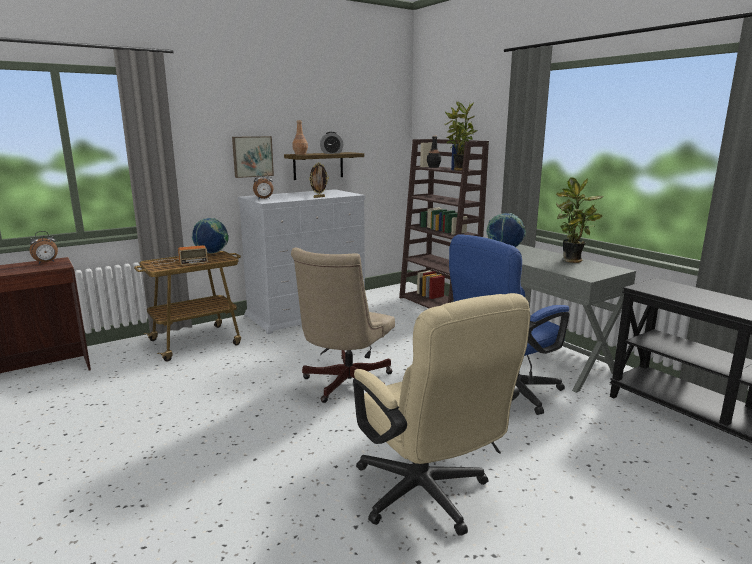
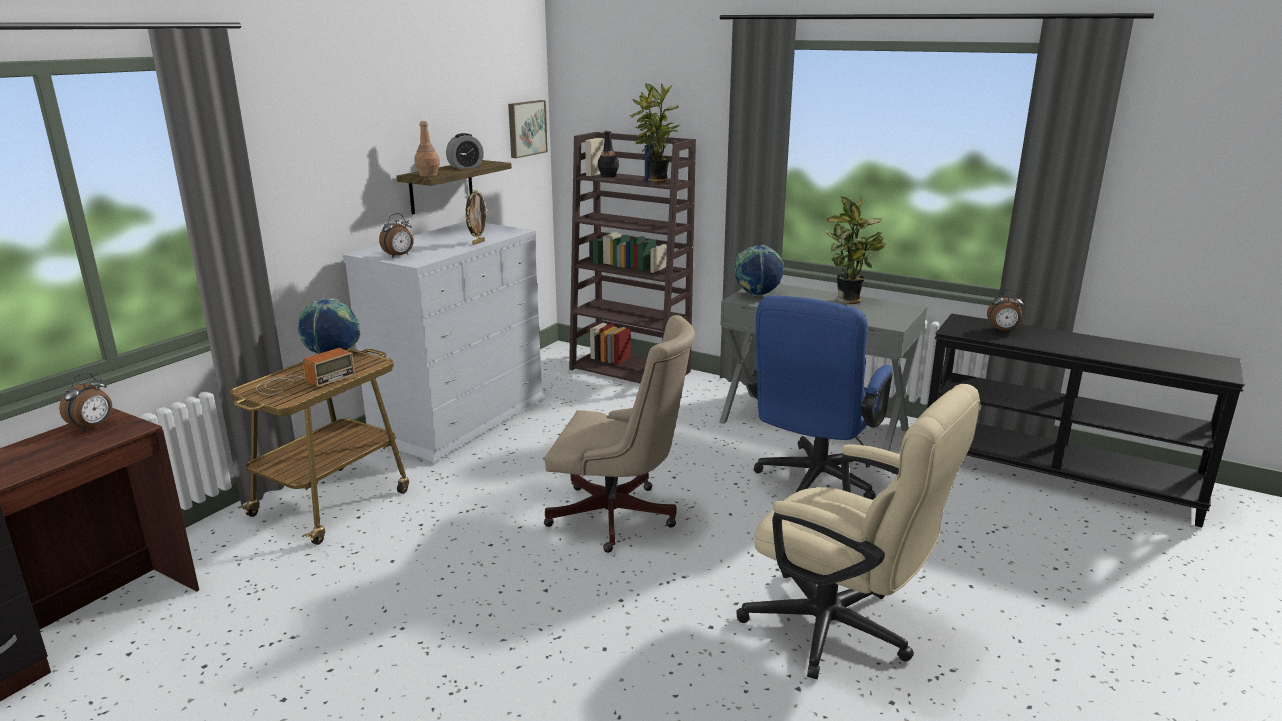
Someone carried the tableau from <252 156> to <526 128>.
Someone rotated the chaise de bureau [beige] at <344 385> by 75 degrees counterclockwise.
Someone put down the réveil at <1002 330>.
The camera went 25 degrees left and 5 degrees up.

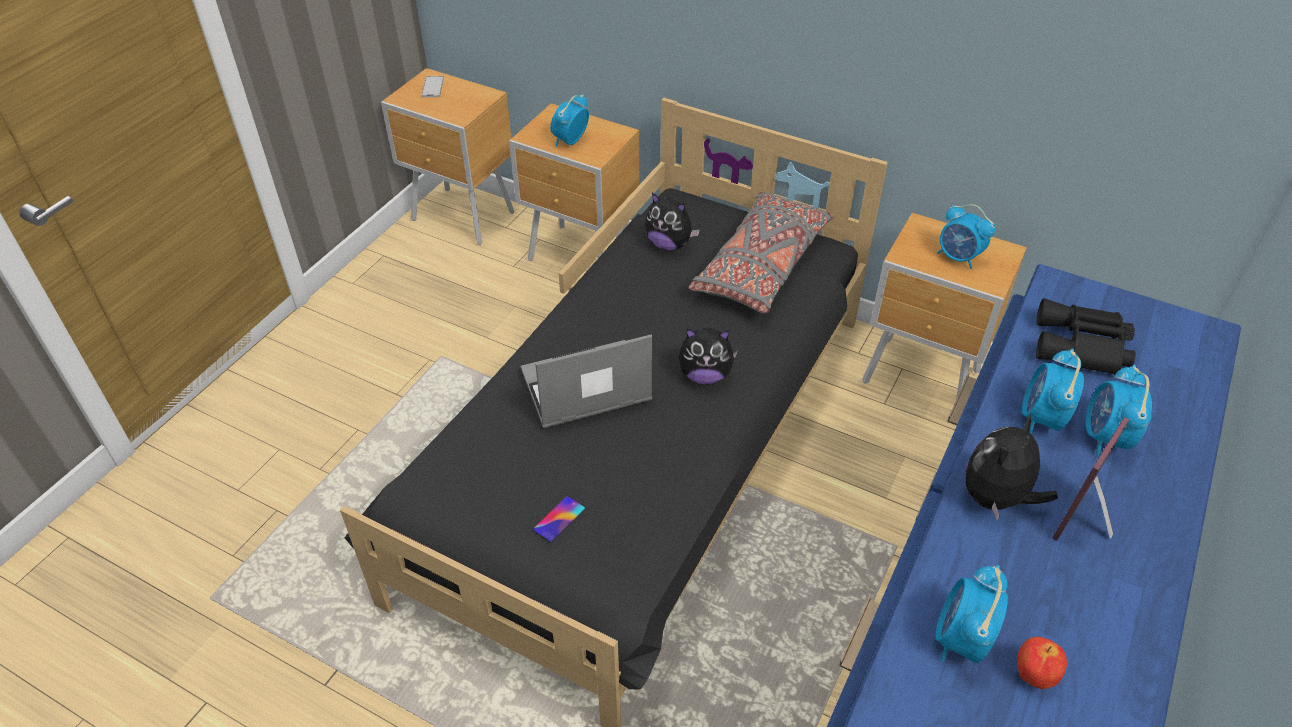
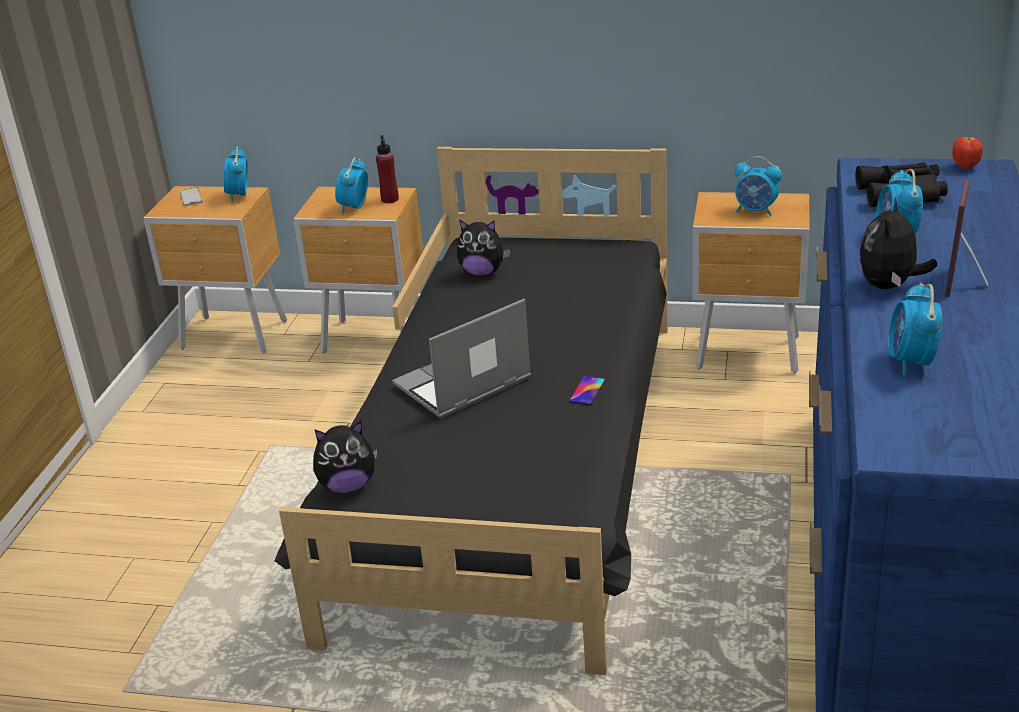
Someone took away the coussin [gris] at <761 266>.
Someone carried the peluche from <705 375> to <348 486>.
Someone carried the réveil from <1105 437> to <239 195>.
Someone carried the téléphone from <559 519> to <587 391>.
Someone carried the pomme from <1033 675> to <965 167>.
Someone put down the bouteille [rouge] at <390 199>.
The camera went 15 degrees left and 15 degrees down.

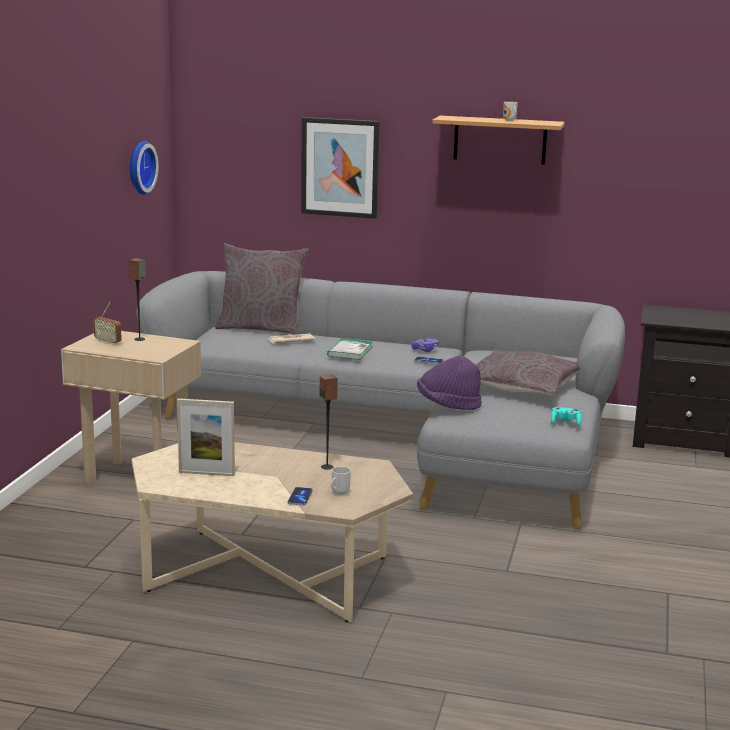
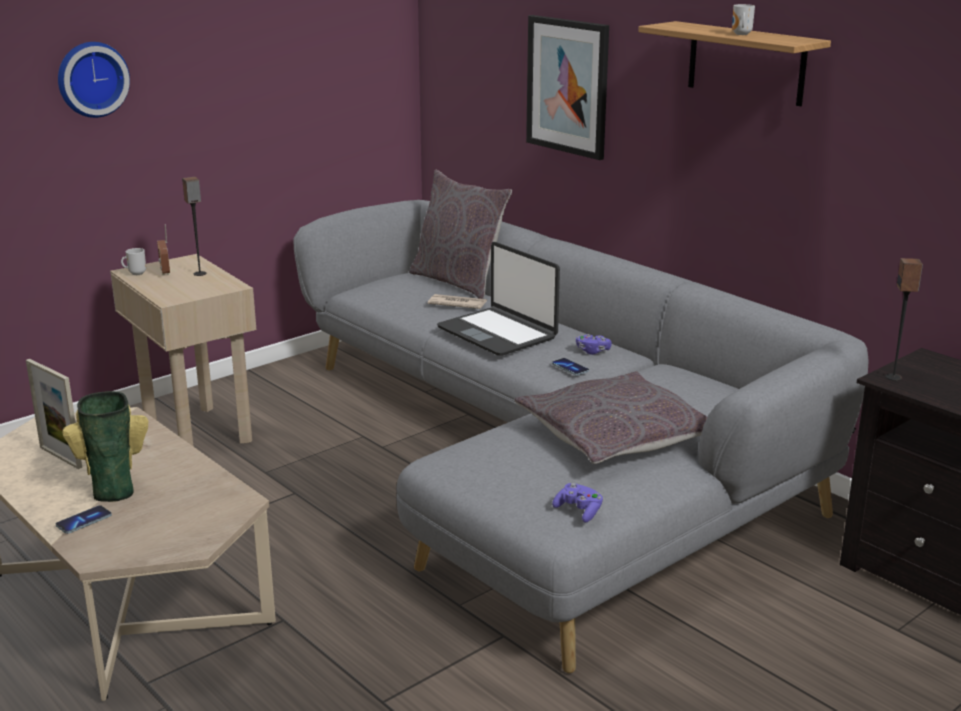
Someone carried the horloge murale from <139 167> to <91 79>.
Someone swapped the livre at <350 351> for the ordinateur portable at <498 333>.
Someone took away the chapeau [violet] at <448 405>.
Someone carried the enceinte from <327 467> to <894 377>.
Someone repainted the manette [turquoise] at <565 423>, which became the manette [violet] at <579 511>.
Someone carried the mug from <339 493> to <136 273>.
Someone put down the vase at <114 489>.
The camera went 35 degrees right and 5 degrees up.

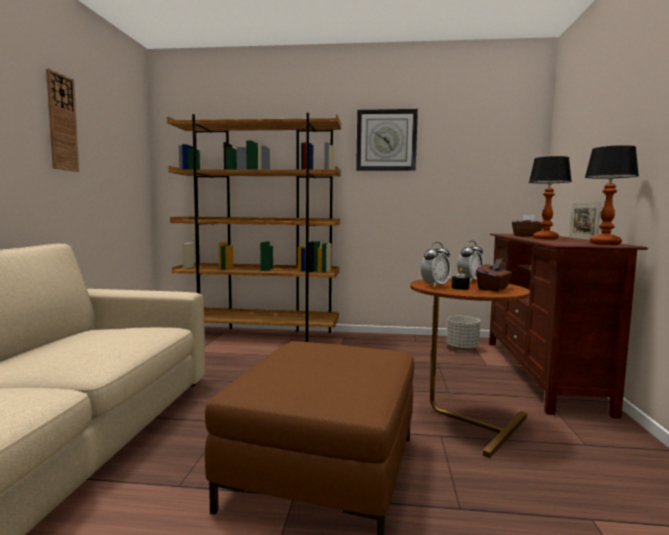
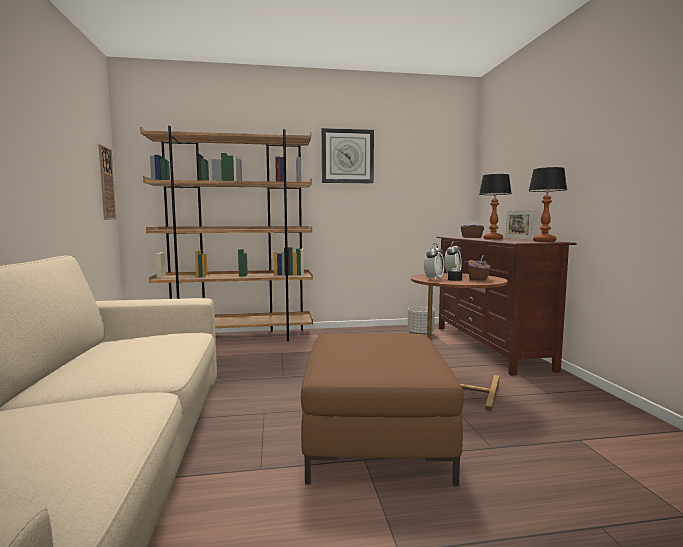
Someone carried the horloge murale from <62 122> to <106 183>.
The camera went 15 degrees left and 0 degrees up.

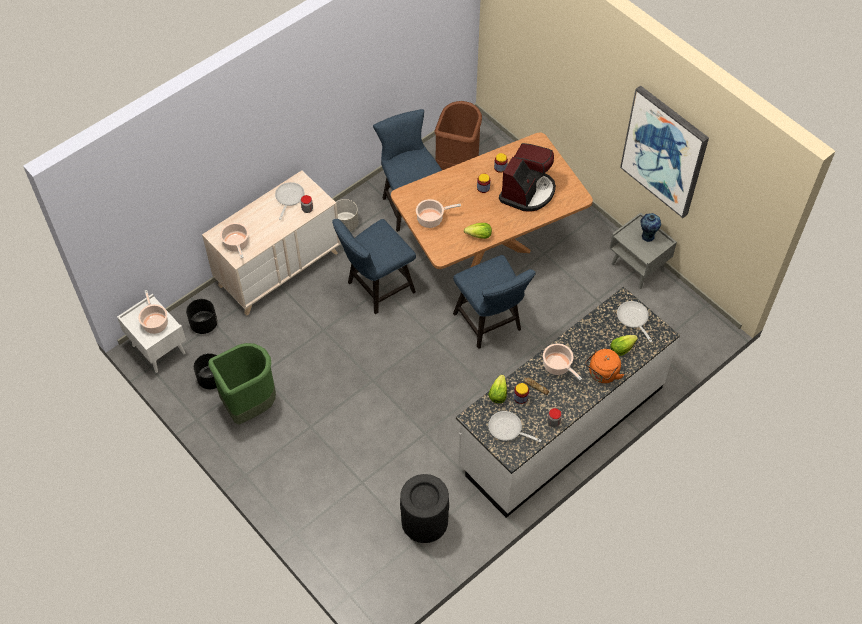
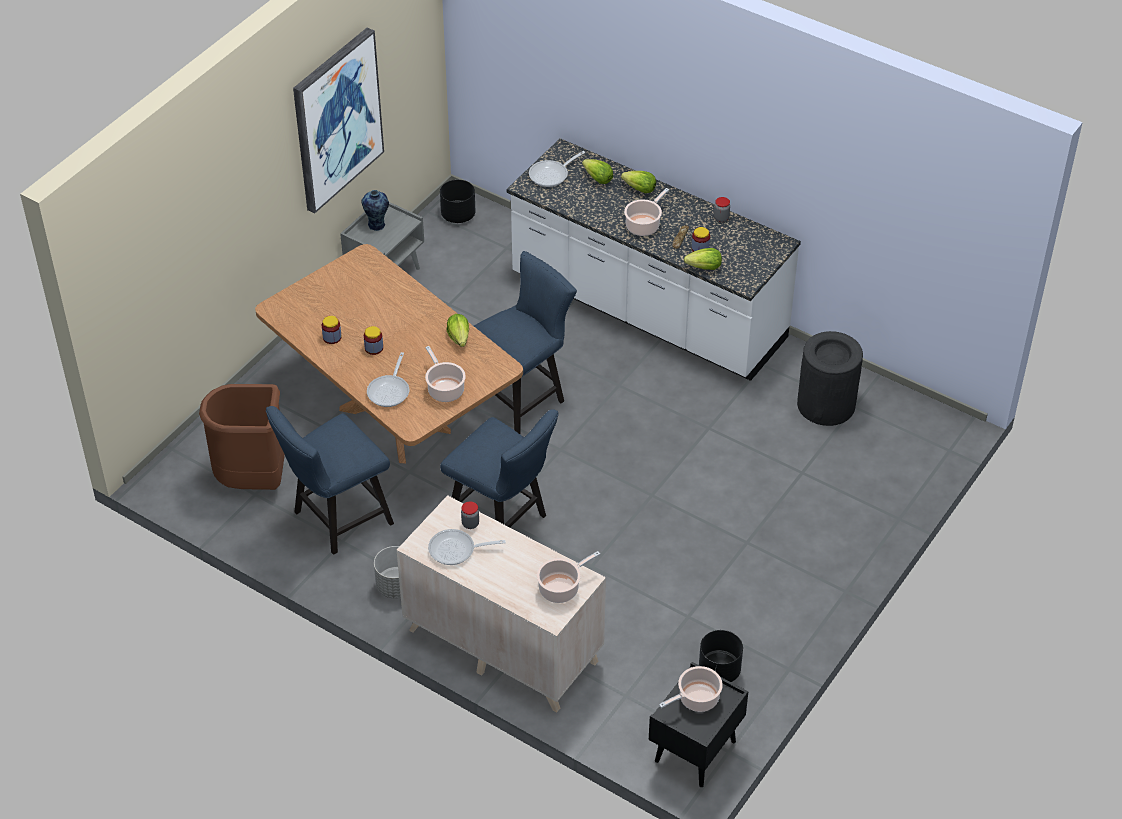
Someone took away the machine à café at <527 192>.
Someone repainted the table de chevet [blanc] at <158 349>, which became the table de chevet [noir] at <695 752>.
Someone carried the cache-pot [noir] from <204 324> to <458 215>.
Someone took away the poubelle [vert] at <249 406>.
Someone swapped the bouilloire [orange] at <602 374> for the laitue at <640 189>.
Someone carried the poêle from <508 429> to <390 390>.
The camera went 105 degrees left and 10 degrees down.

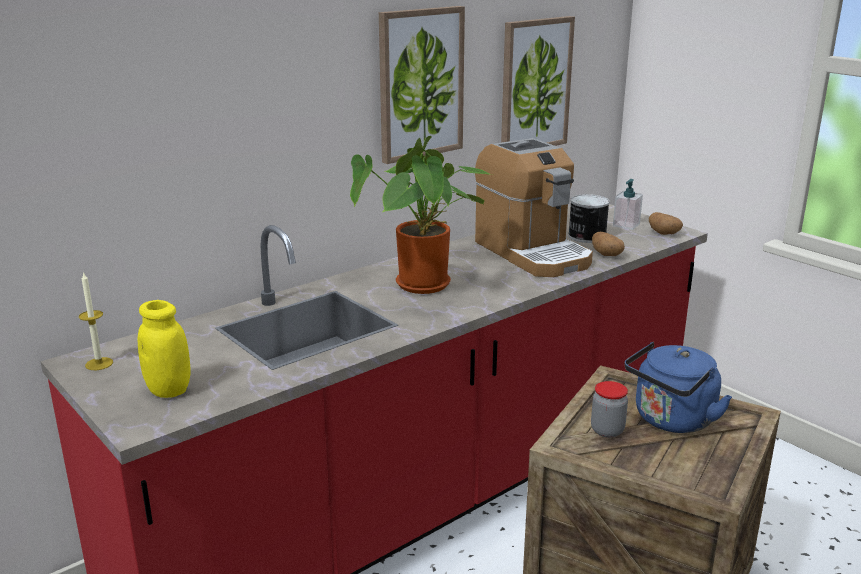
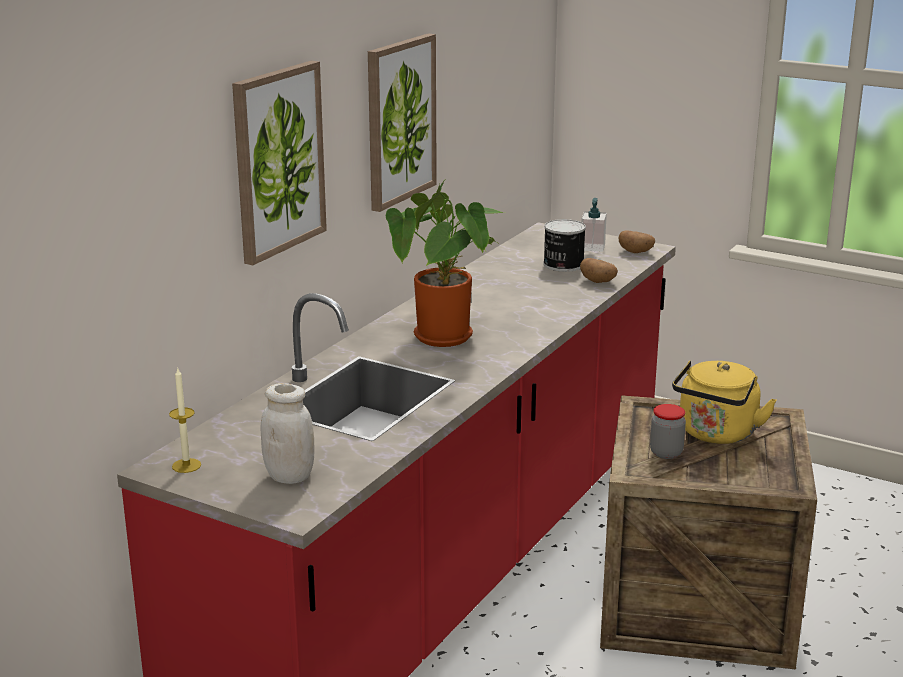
Someone carried the tableau from <534 85> to <277 160>.
Someone took away the machine à café at <532 253>.
Someone repainted the bocal [jaune] at <169 390>, which became the bocal [blanc] at <289 476>.
Someone repainted the bouilloire [bleu] at <671 421>, which became the bouilloire [jaune] at <716 434>.
The camera went 20 degrees left and 0 degrees up.

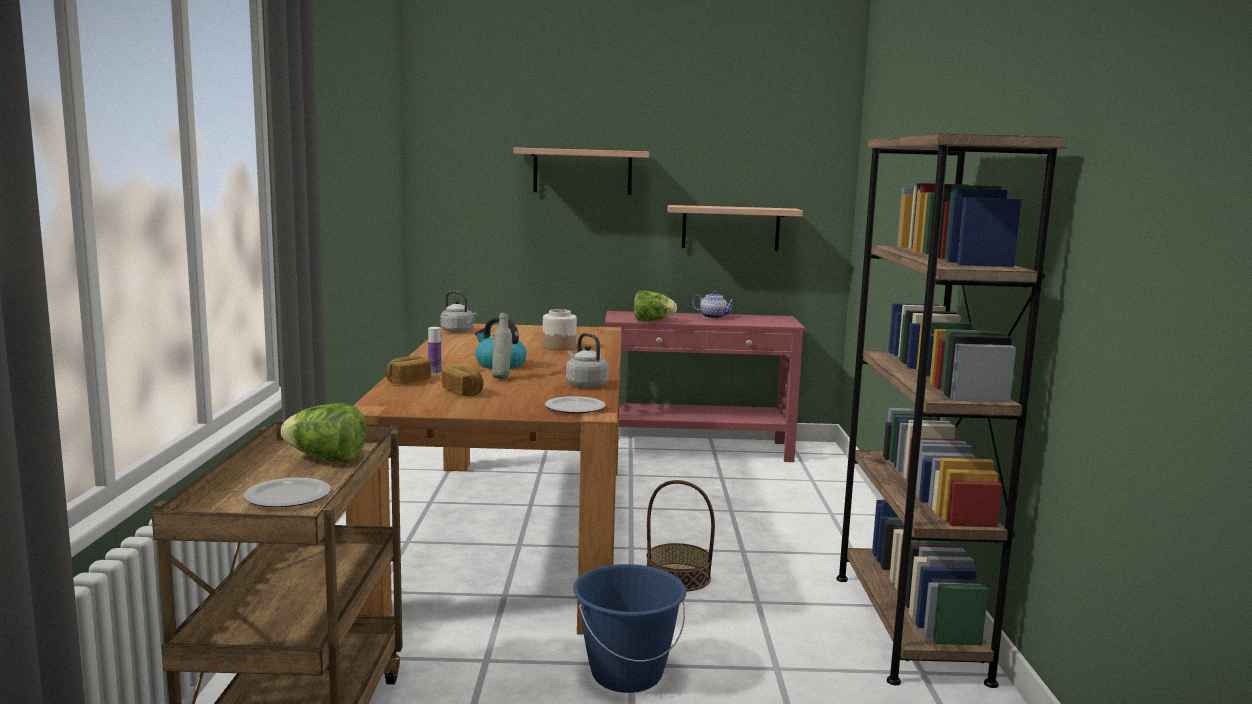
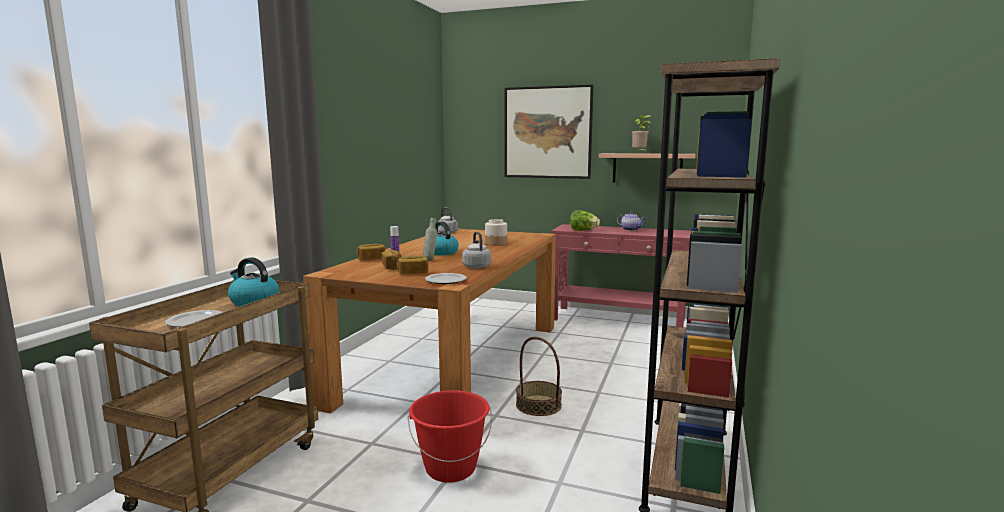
Someone swapped the étagère at <582 171> for the tableau at <547 132>.
Someone swapped the laitue at <326 459> for the bouilloire at <253 301>.
Someone repainted the seau [bleu] at <626 674>, which became the seau [rouge] at <450 468>.
Someone put down the plante en pot at <639 153>.
Someone put down the pain at <413 273>.
The camera went 20 degrees right and 0 degrees up.

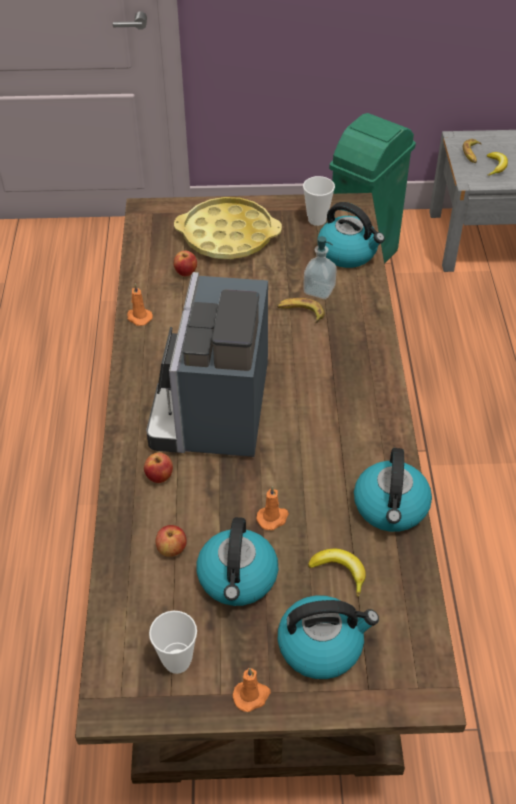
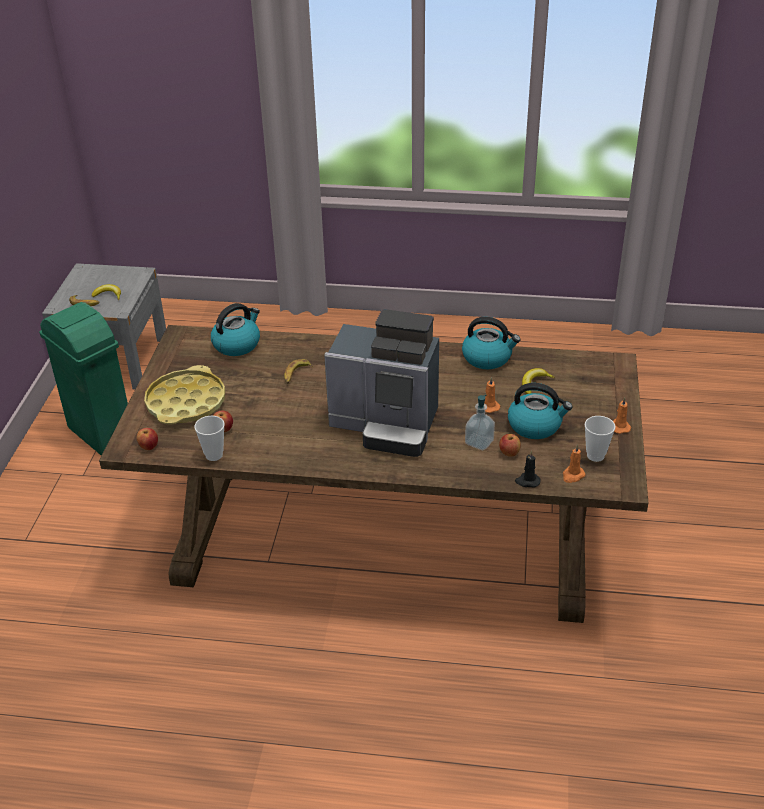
Someone carried the tasse from <317 220> to <214 455>.
Someone carried the distributeur de savon from <319 290> to <479 442>.
Someone carried the bougie [orange] from <138 317> to <572 475>.
Someone carried the pomme from <160 476> to <149 447>.
Someone took away the bouilloire at <321 645>.
Someone put down the bougie [noir] at <527 481>.
The camera went 80 degrees left and 10 degrees down.

